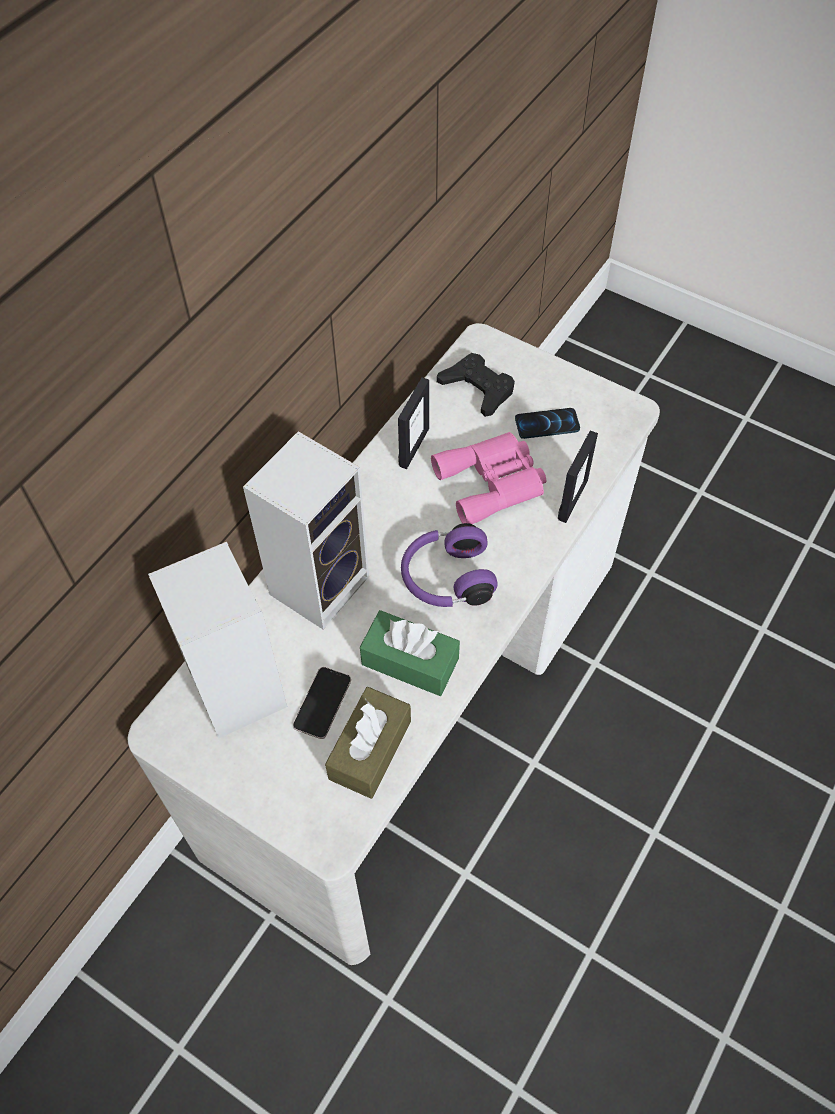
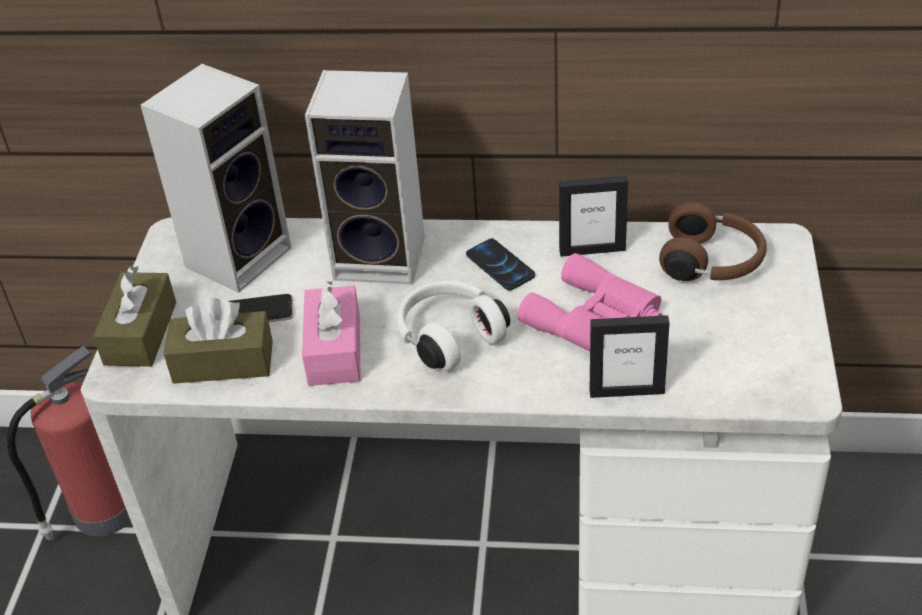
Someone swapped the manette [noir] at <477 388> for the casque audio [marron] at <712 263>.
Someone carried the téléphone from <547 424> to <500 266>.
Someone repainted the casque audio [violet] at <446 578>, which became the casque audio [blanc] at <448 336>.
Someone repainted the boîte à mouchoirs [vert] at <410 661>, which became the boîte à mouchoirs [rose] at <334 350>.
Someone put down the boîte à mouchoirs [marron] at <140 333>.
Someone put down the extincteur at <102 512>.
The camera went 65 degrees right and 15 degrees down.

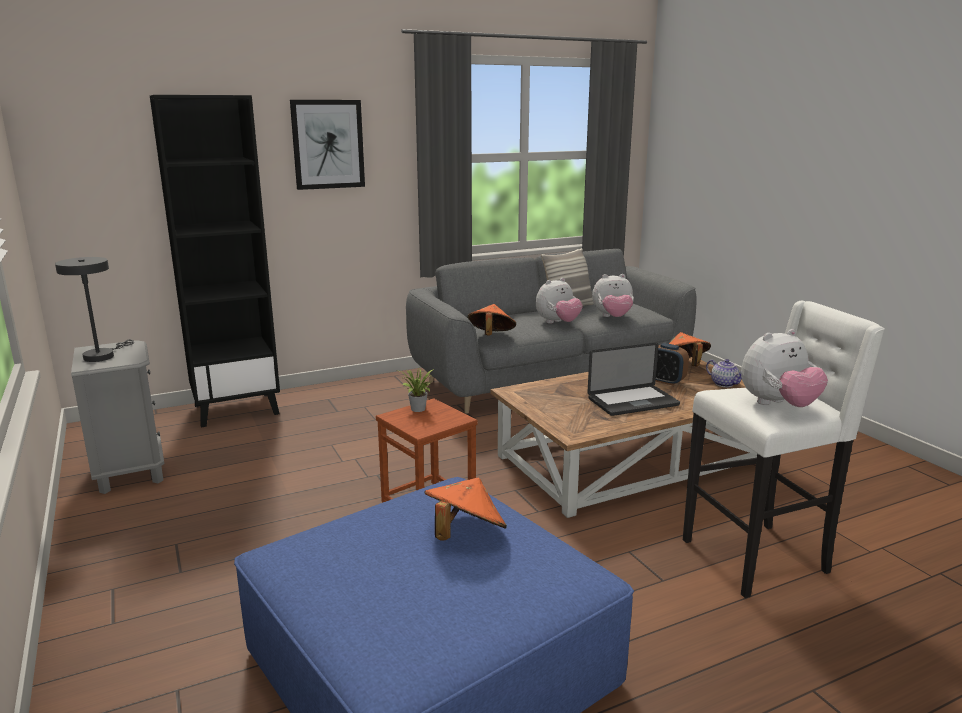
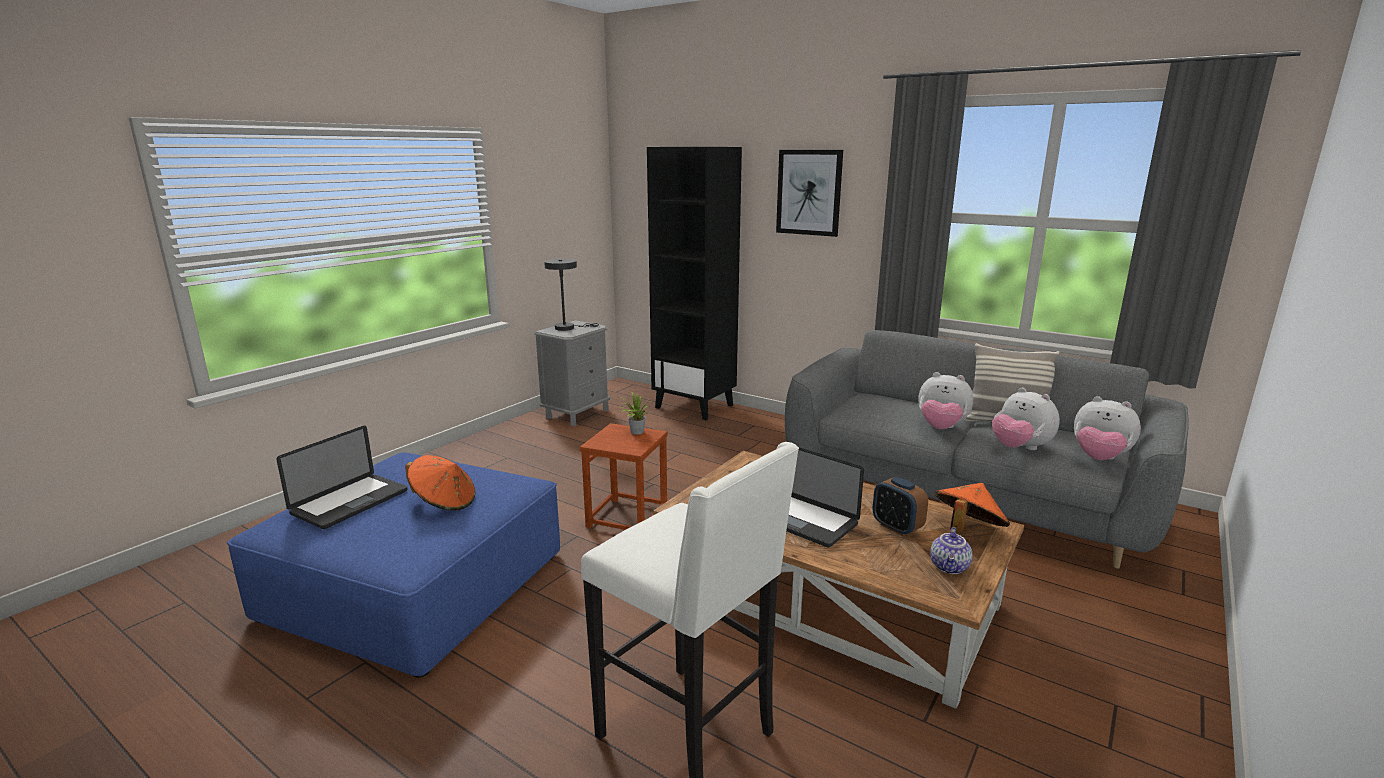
Someone took away the chapeau [orange] at <491 336>.
Someone carried the peluche from <778 405> to <1099 458>.
Someone rotated the réveil at <666 381> by 45 degrees counterclockwise.
Someone put down the ordinateur portable at <350 502>.
The camera went 60 degrees right and 0 degrees up.

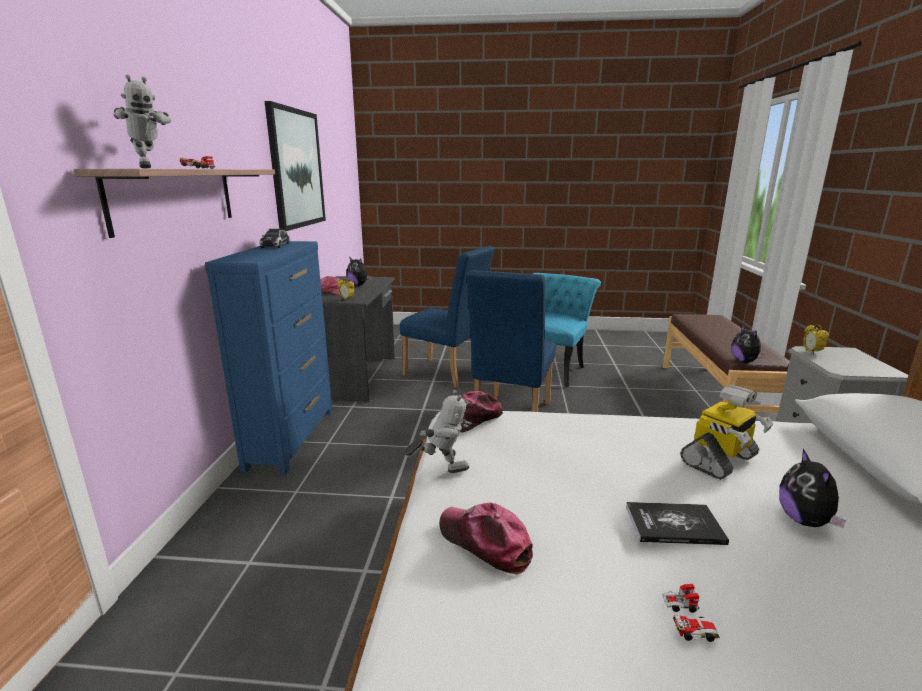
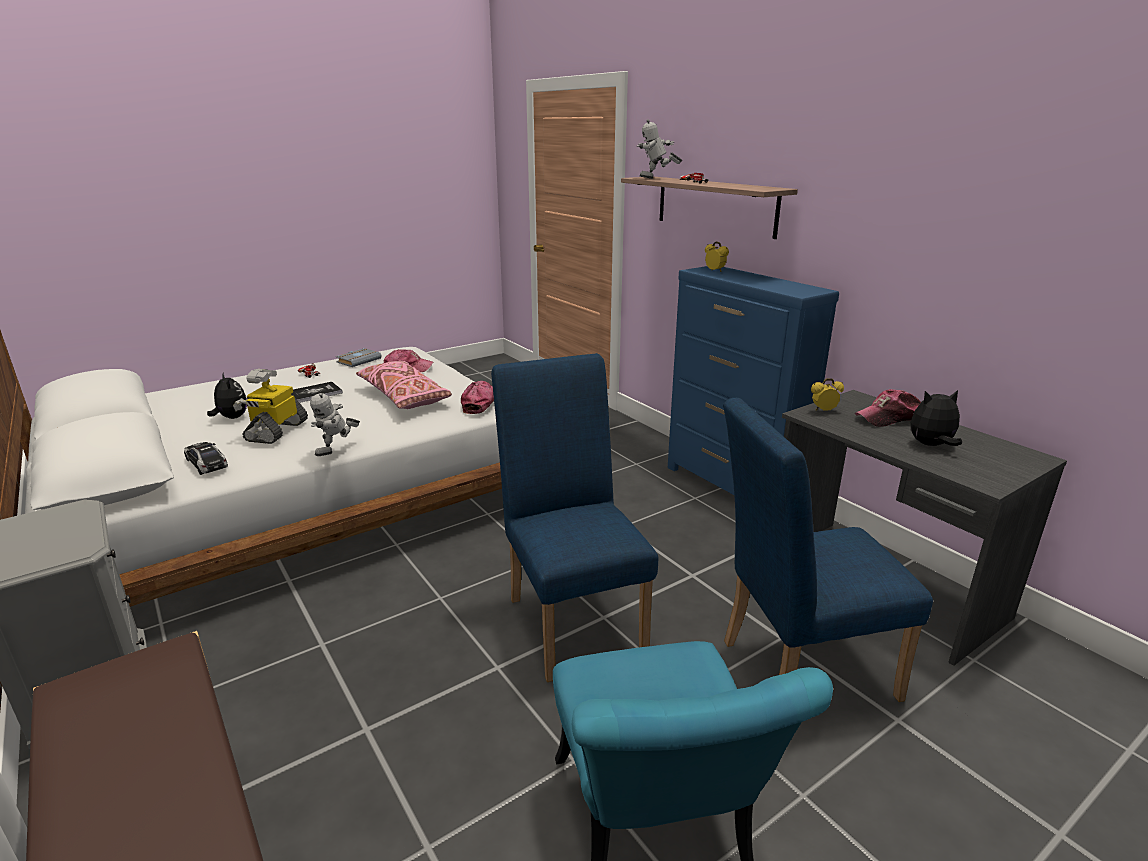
Someone took away the tableau at <296 169>.
Someone carried the petite voiture from <275 245> to <207 464>.
Someone carried the réveil from <811 352> to <715 271>.
Someone took away the peluche at <744 362>.
Someone carried the robot jouet from <441 469> to <338 451>.
Someone put down the livre [gris] at <359 360>.
Someone put down the coussin [rose] at <404 397>.
The camera went 140 degrees right and 5 degrees up.

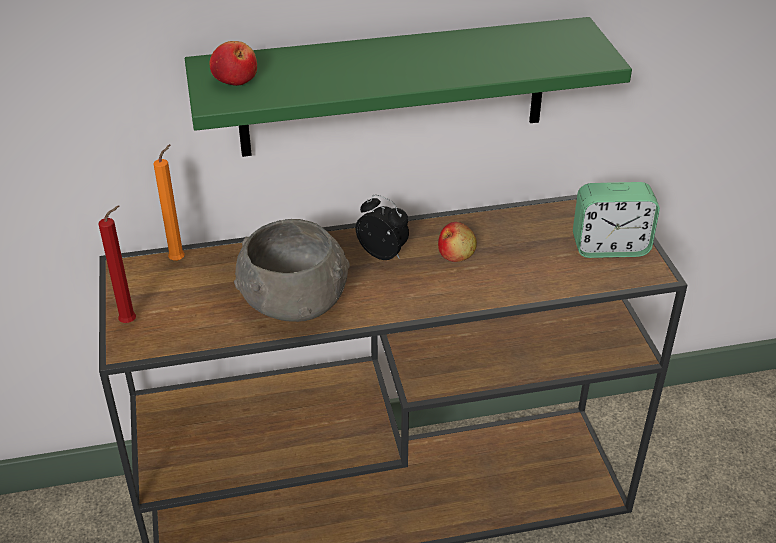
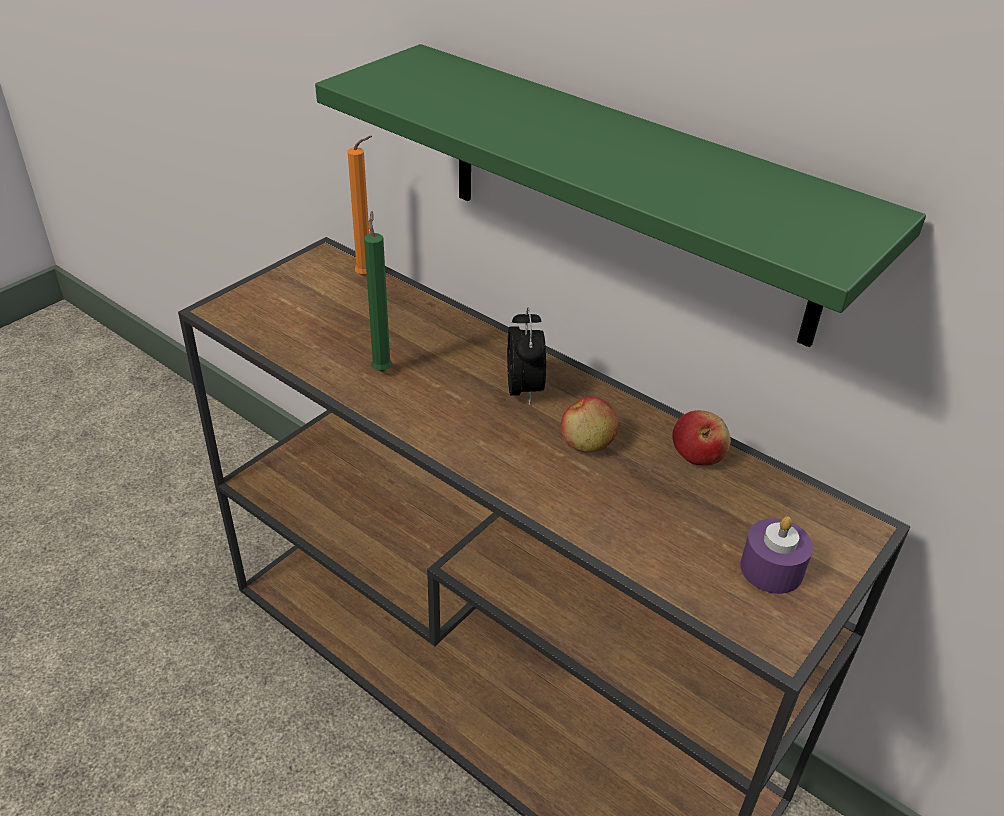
Someone carried the pomme from <235 80> to <698 454>.
Someone swapped the réveil at <610 247> for the bougie [violet] at <771 569>.
Someone took away the bougie [rouge] at <131 322>.
Someone swapped the bol [gris] at <294 301> for the bougie [vert] at <382 369>.
The camera went 50 degrees right and 0 degrees up.

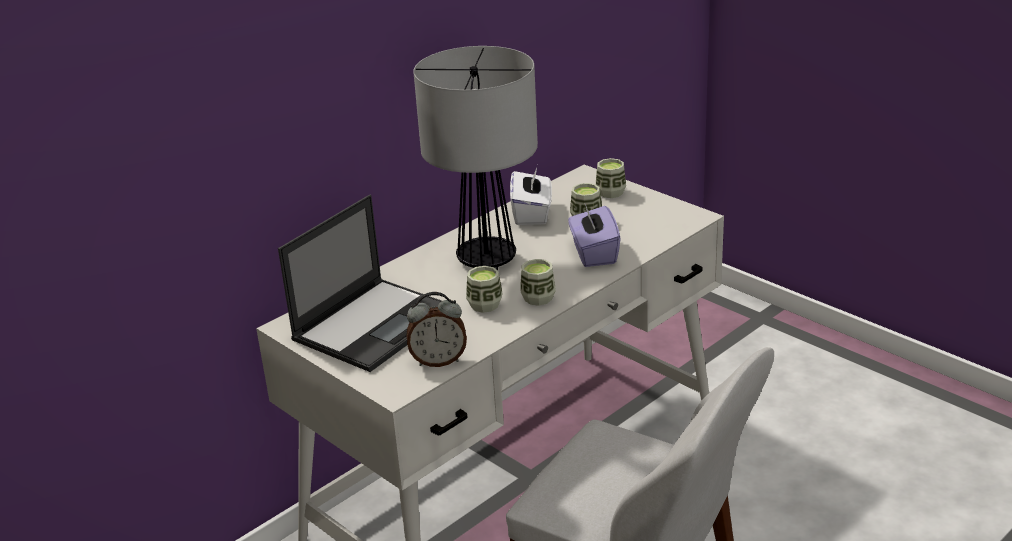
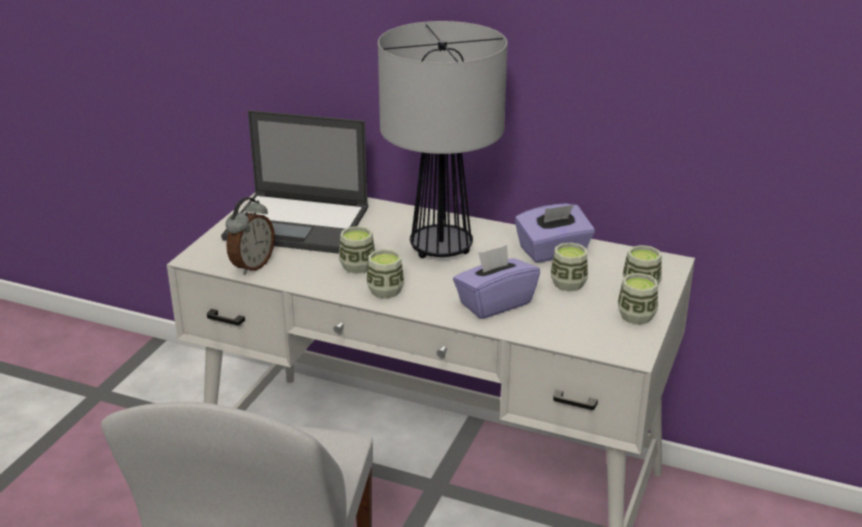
Someone repainted the boîte à mouchoirs [blanc] at <532 214>, which became the boîte à mouchoirs [violet] at <553 251>.
Someone rotated the réveil at <438 361> by 120 degrees counterclockwise.
Someone put down the tasse at <636 316>.
The camera went 65 degrees right and 0 degrees up.

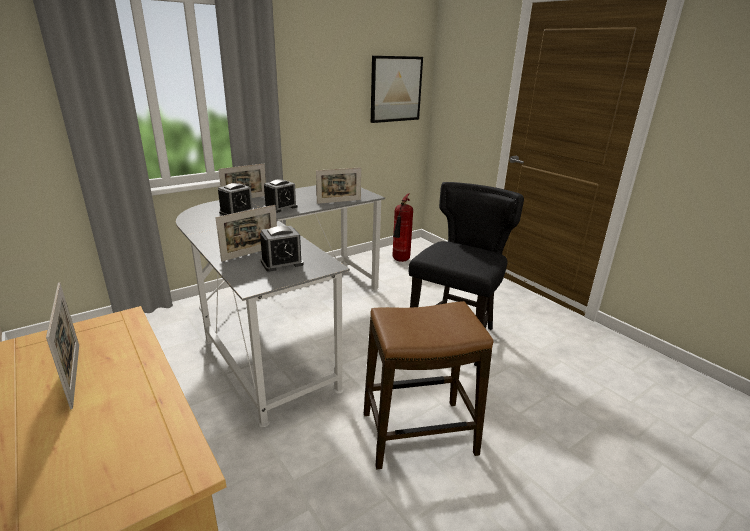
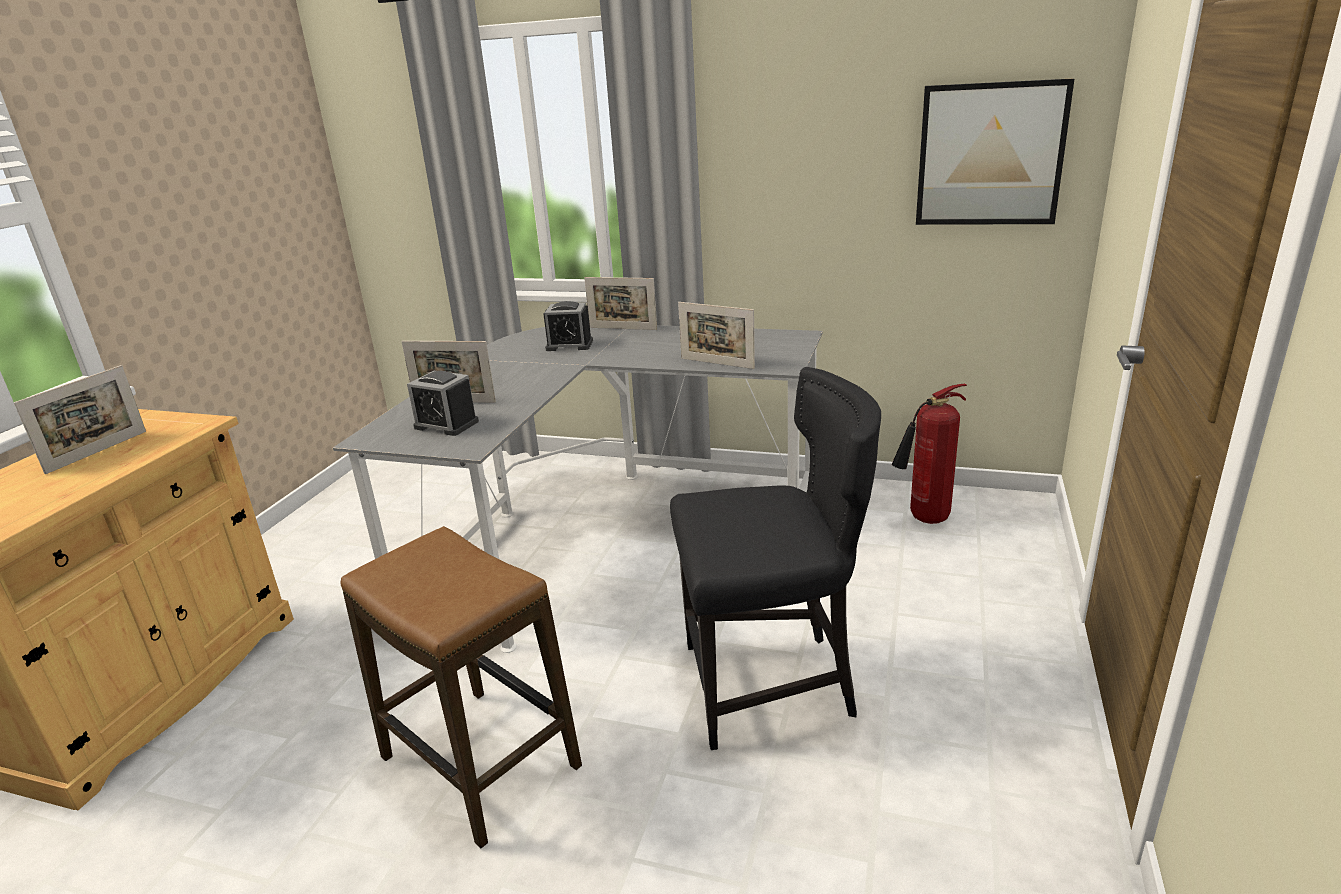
Someone took away the réveil at <281 207>.
The camera went 55 degrees right and 0 degrees up.

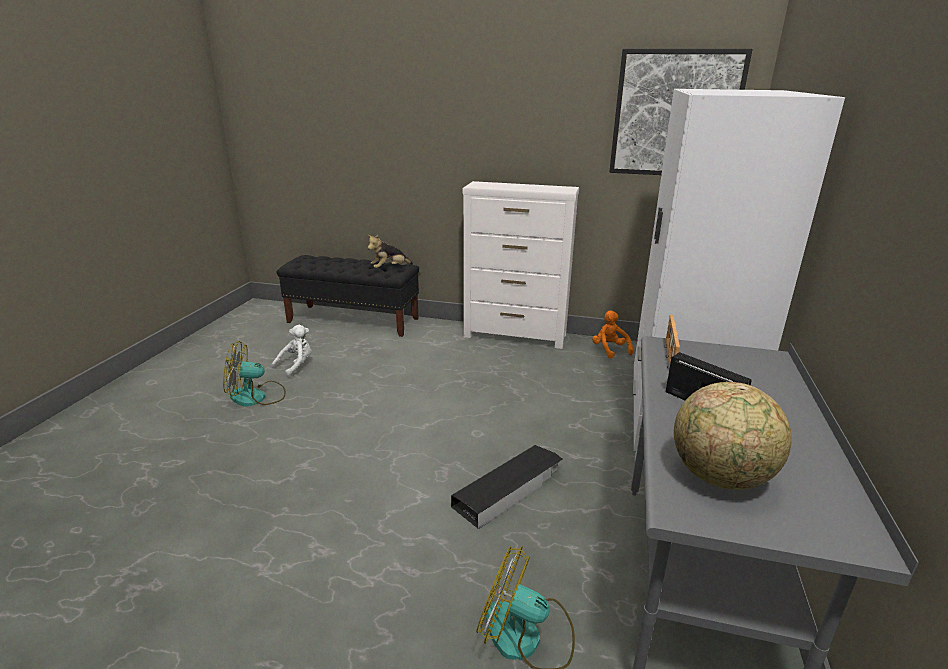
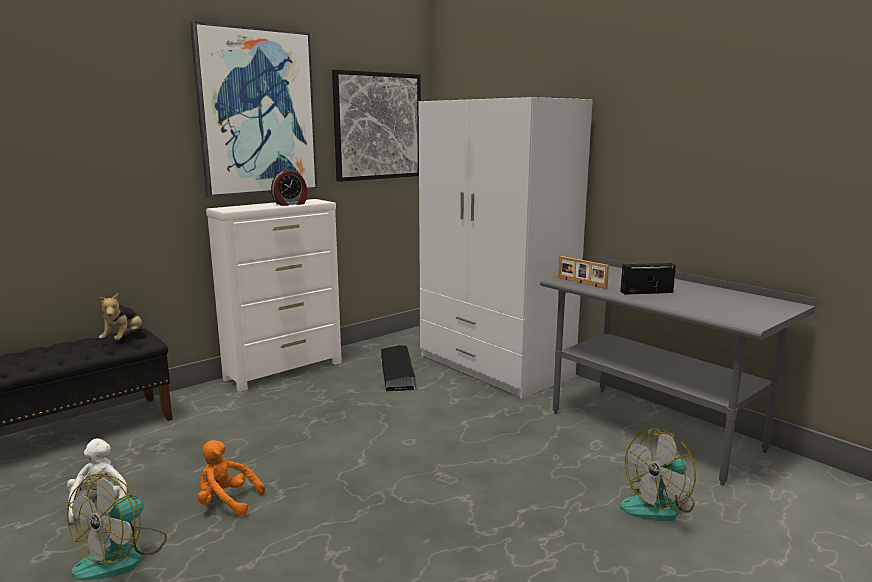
Someone carried the peluche [orange] from <609 350> to <226 502>.
Someone took away the globe at <720 477>.
Someone carried the boîte de rangement [noir] from <509 489> to <397 373>.
Someone put up the tableau at <256 112>.
Someone put down the réveil at <290 204>.
The camera went 55 degrees left and 10 degrees down.

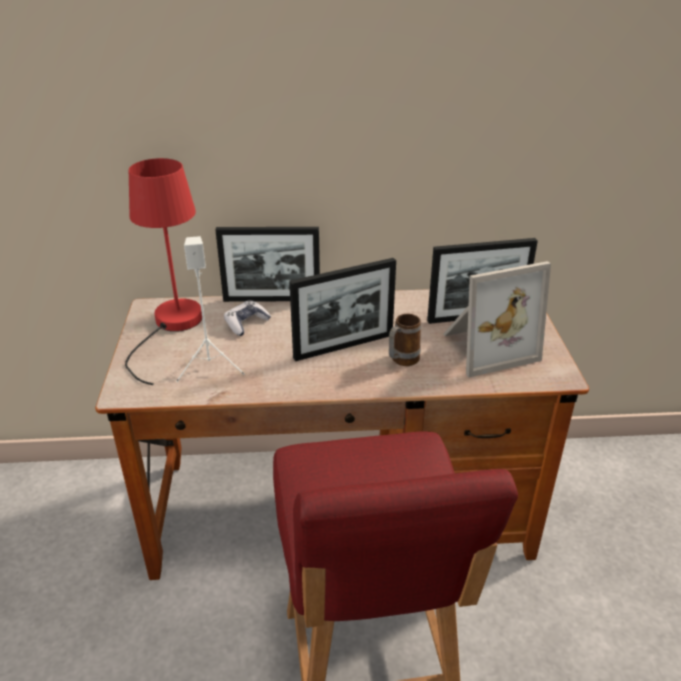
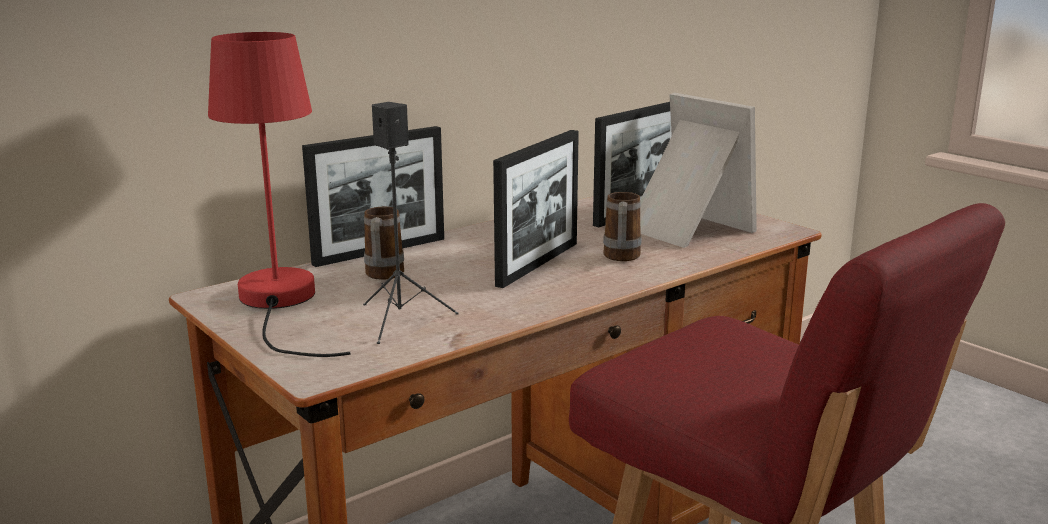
Someone repainted the enceinte [blanc] at <210 366>, which became the enceinte [noir] at <401 319>.
Someone rotated the cadre photo at <485 347> by 75 degrees counterclockwise.
Someone swapped the manette at <246 323> for the mug at <383 276>.
The camera went 35 degrees left and 15 degrees down.

